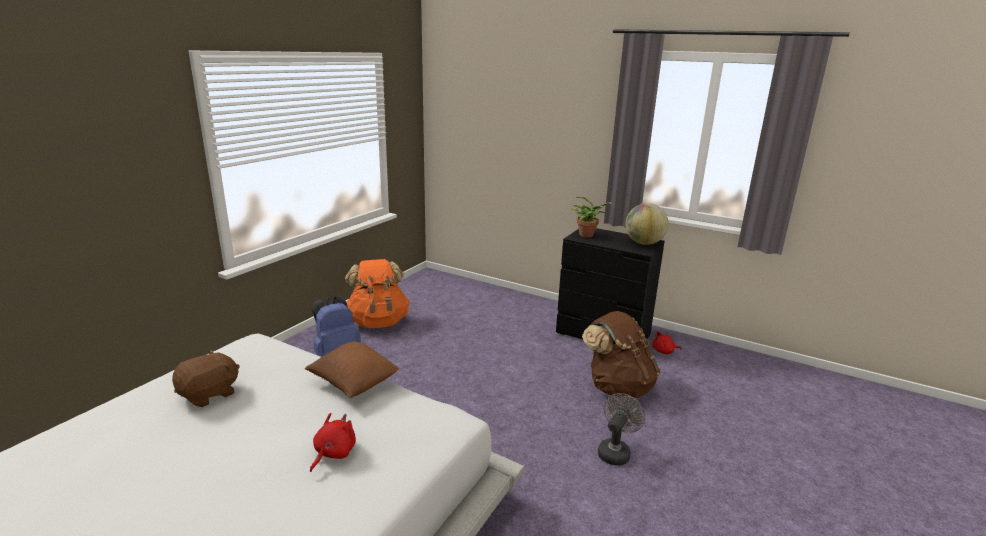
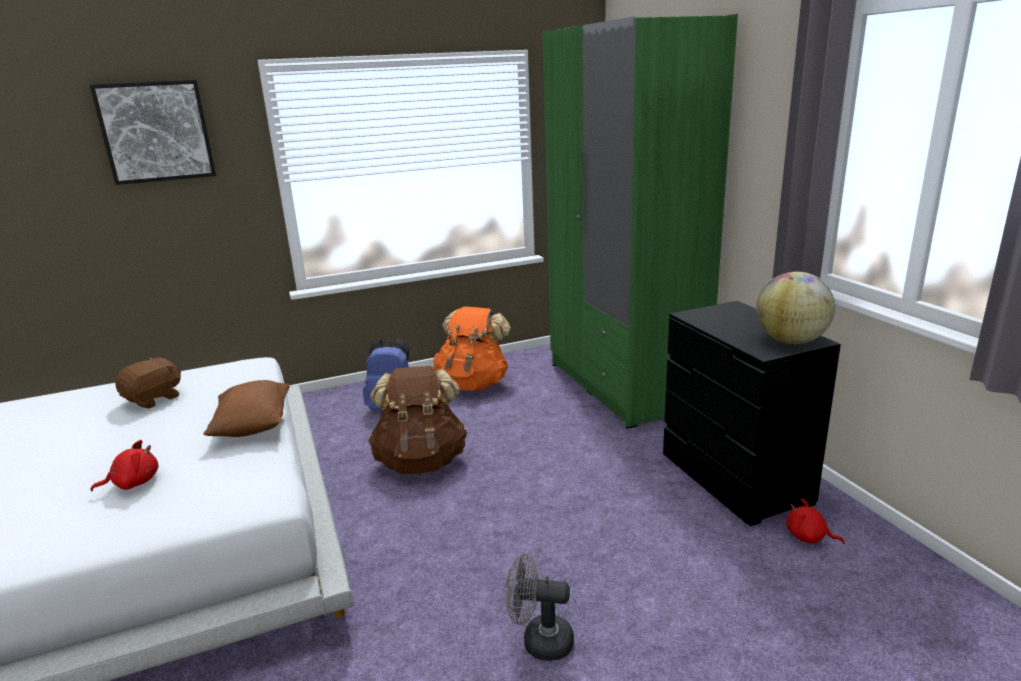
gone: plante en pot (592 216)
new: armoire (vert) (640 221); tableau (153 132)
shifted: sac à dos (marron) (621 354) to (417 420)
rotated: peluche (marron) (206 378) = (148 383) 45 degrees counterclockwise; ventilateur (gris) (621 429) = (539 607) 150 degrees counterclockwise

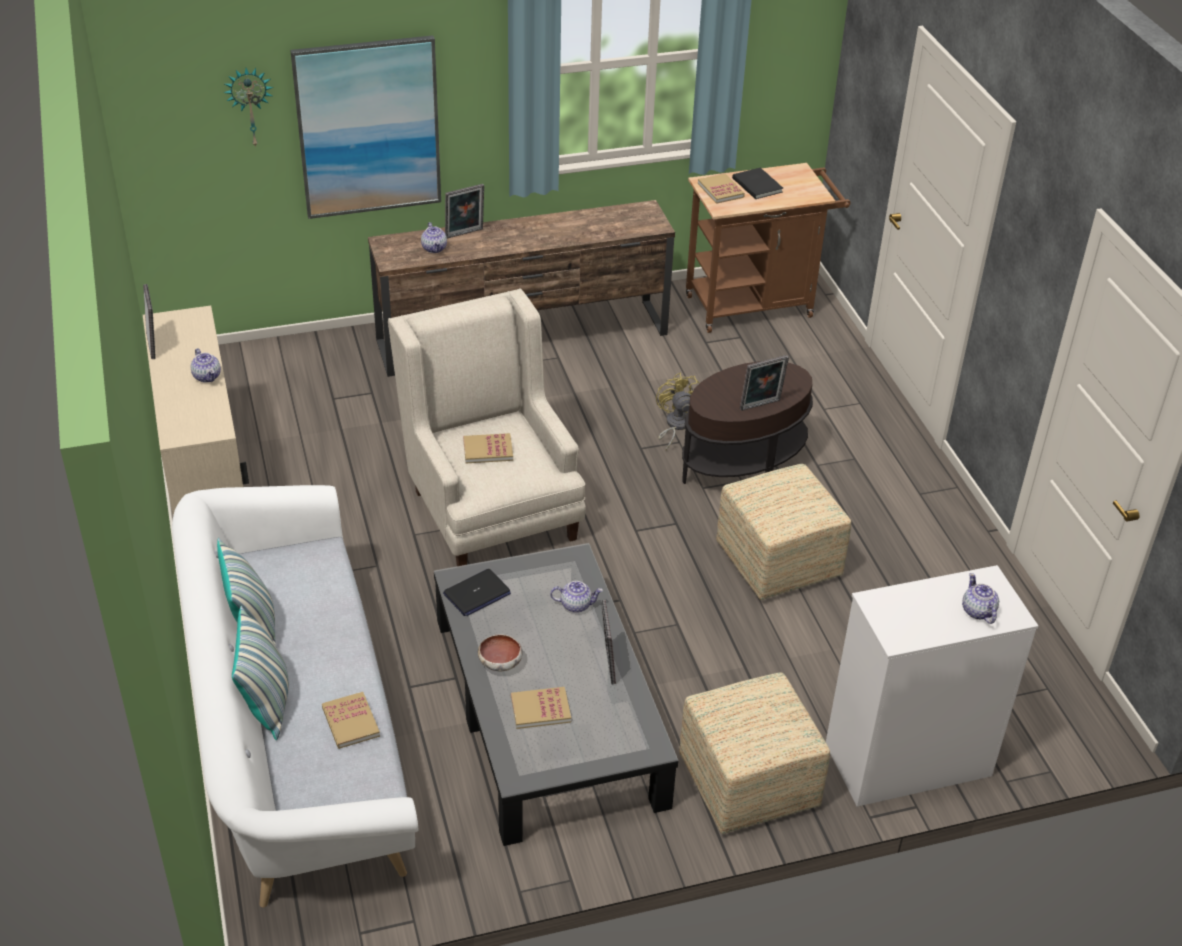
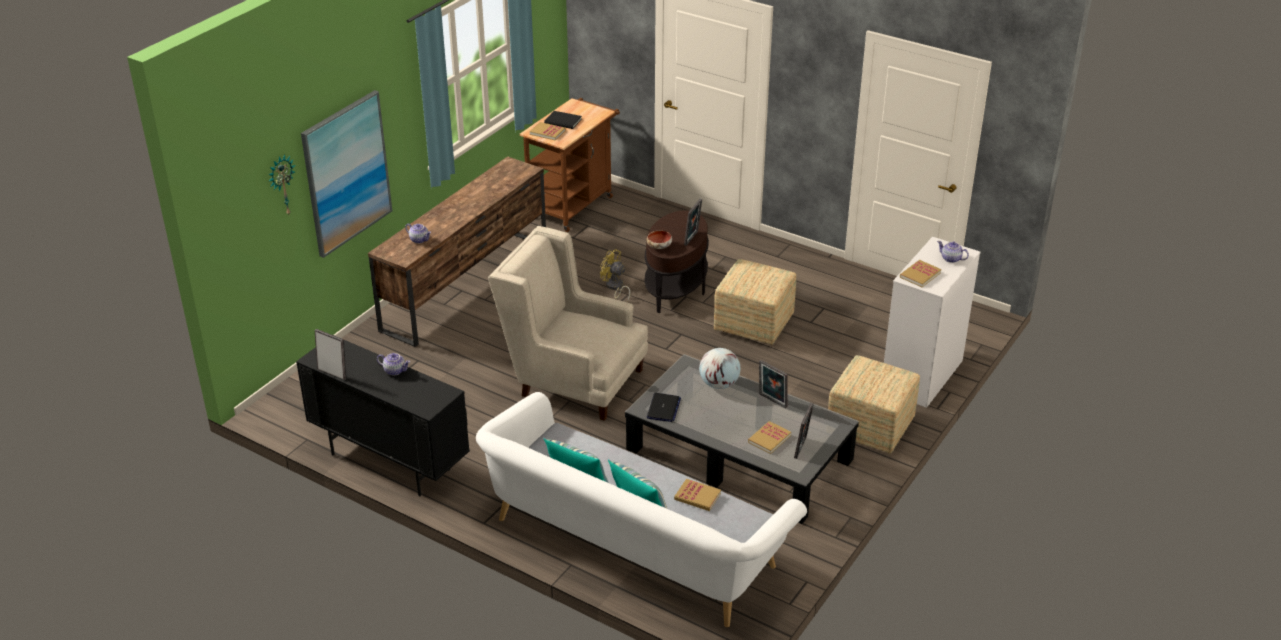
shifted: cadre photo (464 211) to (804 431); livre (488 448) to (920 273); bol (500 652) to (659 240)
swapped: théière (576 597) to globe (719 368)
repainted: meuble de rangement (beige) (196 410) to meuble de rangement (noir) (383 416)

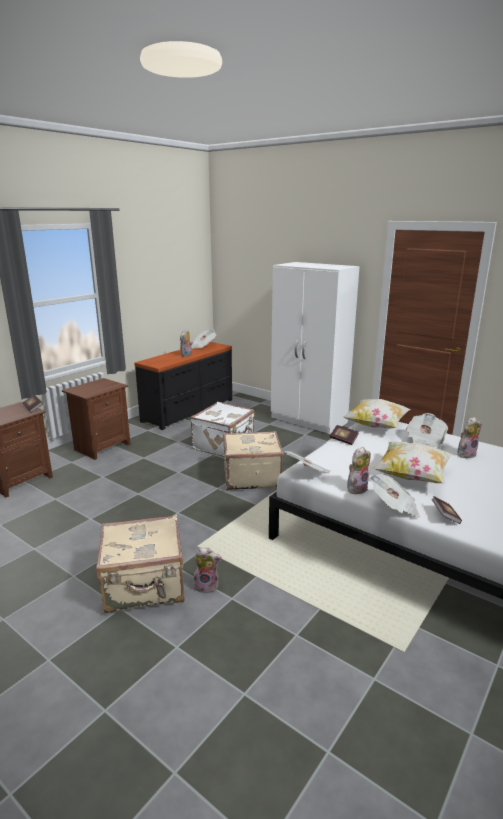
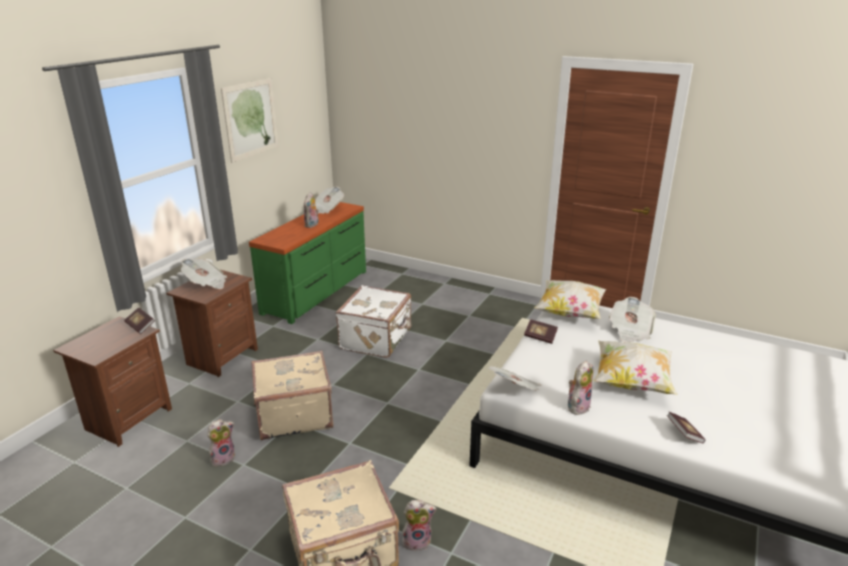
gone: armoire (blanc) (315 348)
new: tableau (250 120)
shifted: peluche (469 437) to (221 443); valise (beige) (253 461) to (292 395); journal (394 496) to (204 273)
repainted: commode (noir) (183 386) to commode (vert) (307 263)

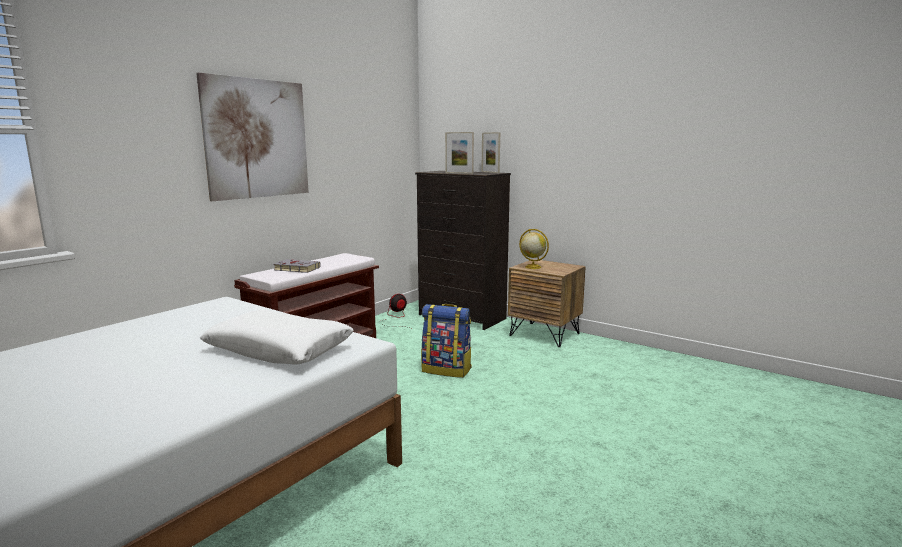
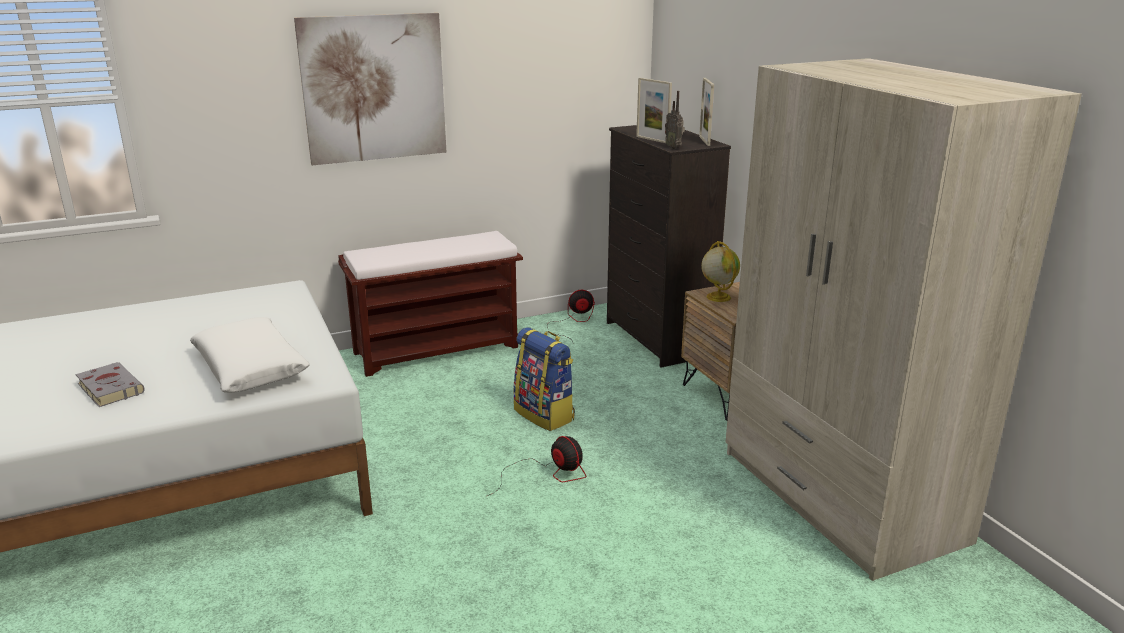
new: armoire (beige) (904 319); radio (675 120); ventilateur (537 466)
shifted: livre (gris) (297 266) to (109 384)

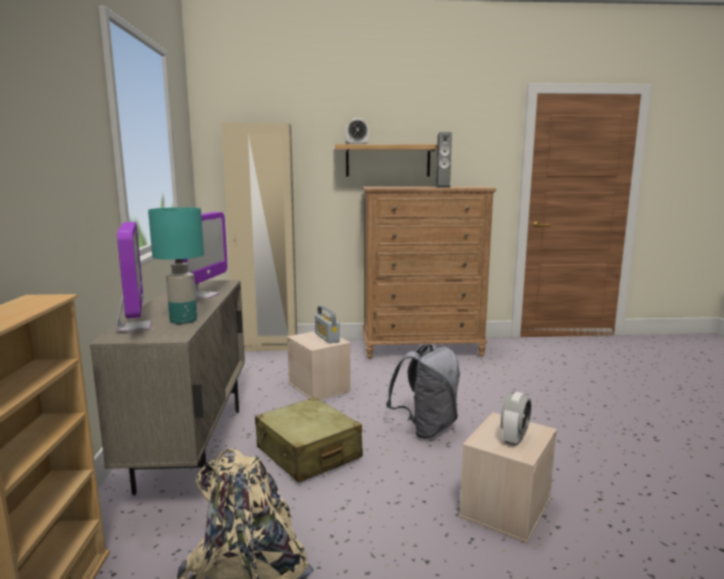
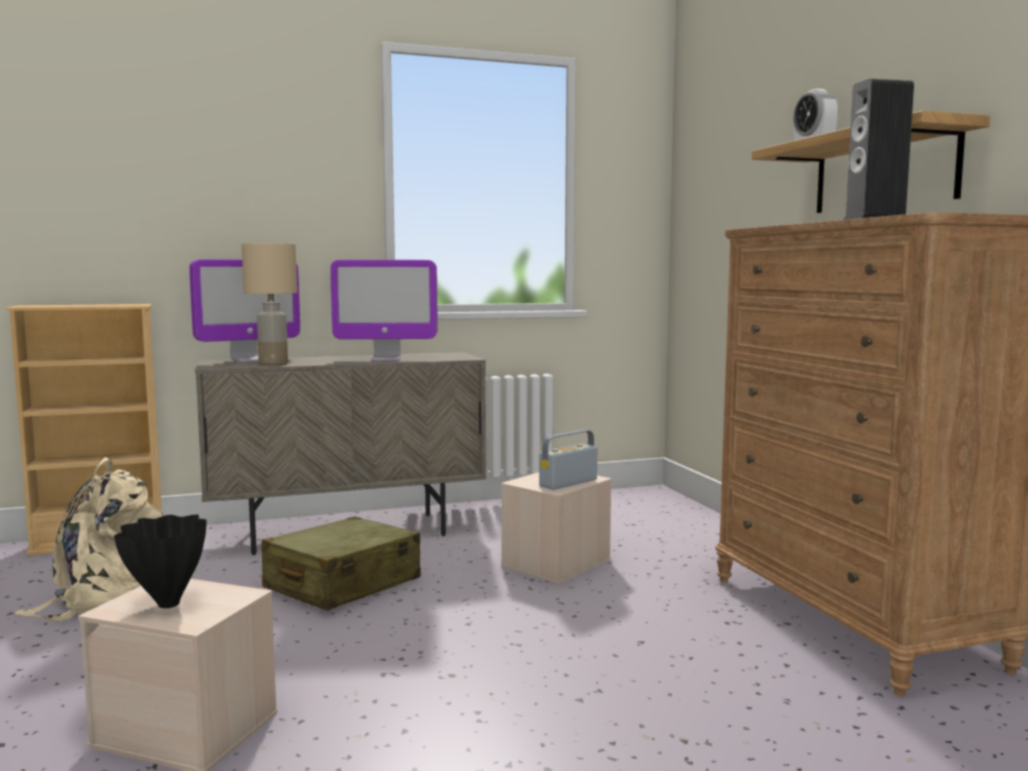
gone: armoire (beige) (259 237); sac à dos (gris) (423 391)
swapped: réveil (516 419) to vase (noir) (160 561)
repainted: lampe de table (turquoise) (176 265) to lampe de table (beige) (269 304)

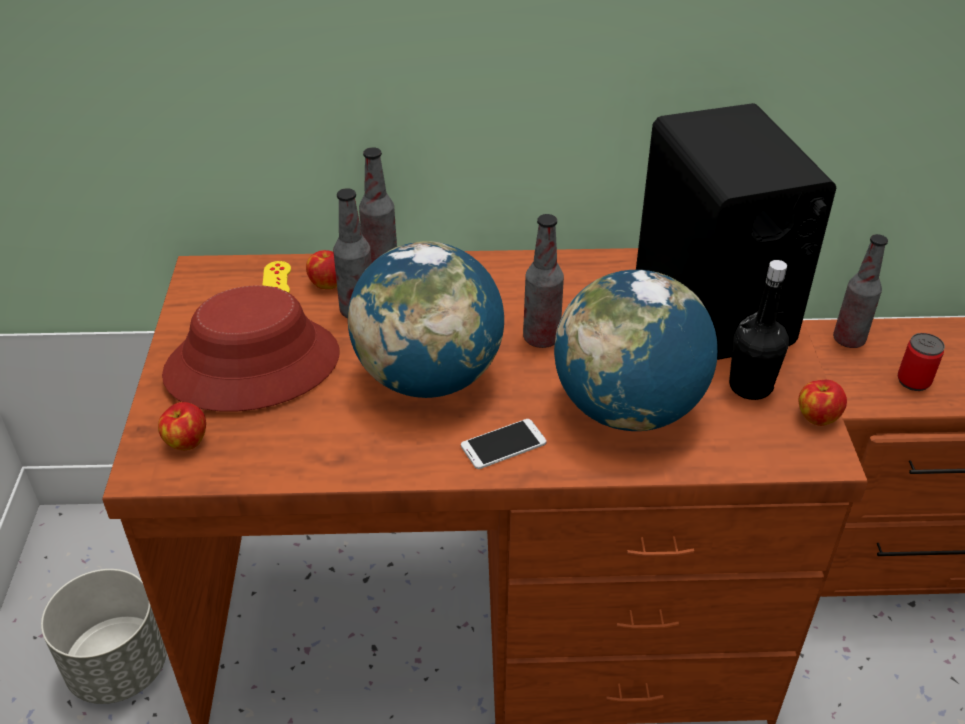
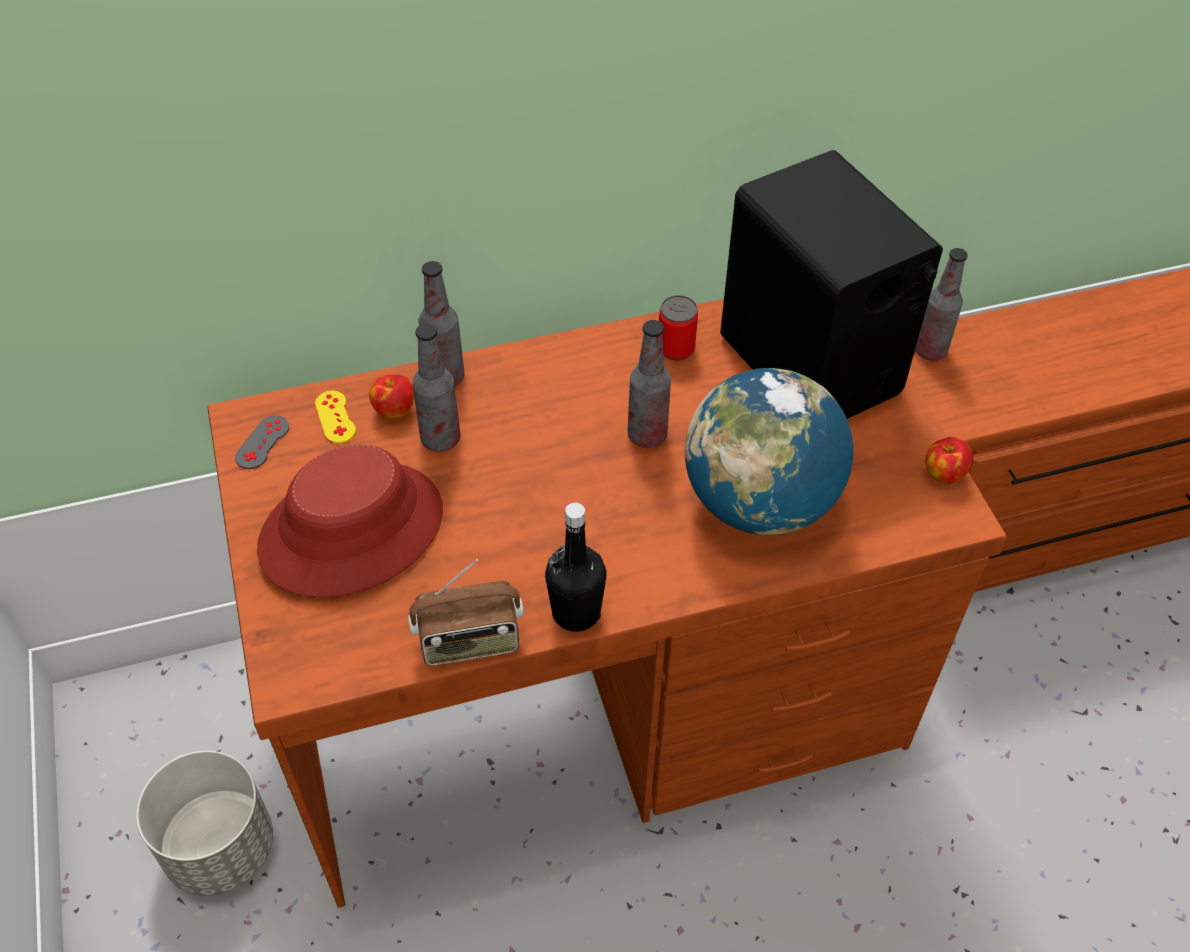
gone: globe (426 319); pomme (182 426); téléphone (504 444)
new: manette (gris) (262 442); radio (466 612)
shifted: bouteille (noir) (759 330) to (576 567); boîte métallique (921 362) to (678 328)

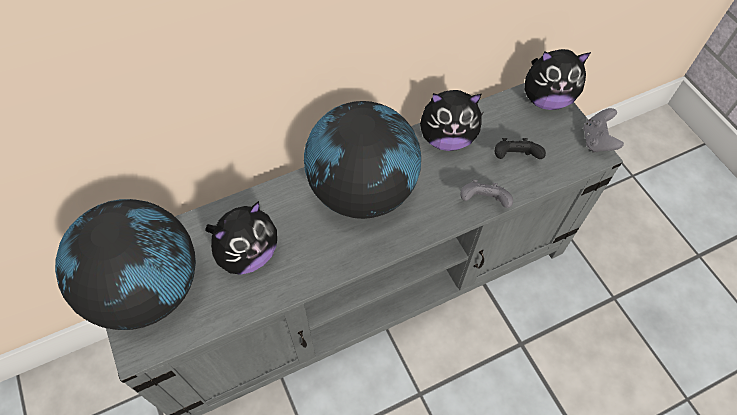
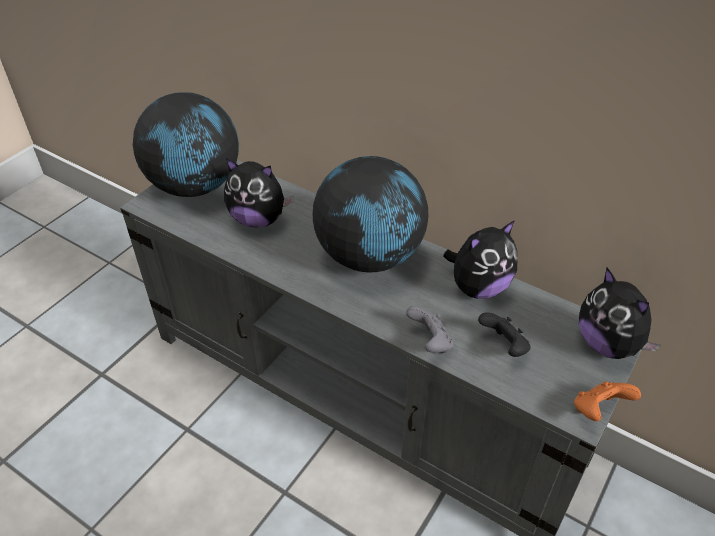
repainted: manette (gris) (603 130) to manette (orange) (607 401)
rotated: peluche (452 120) = (480 259) 90 degrees counterclockwise

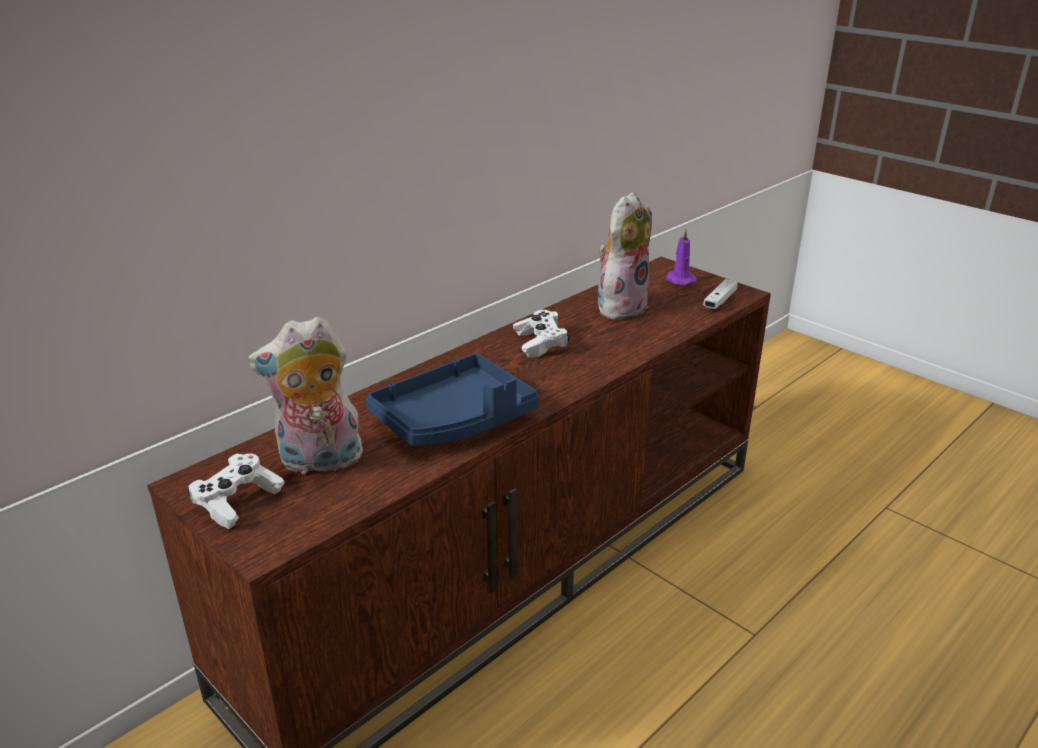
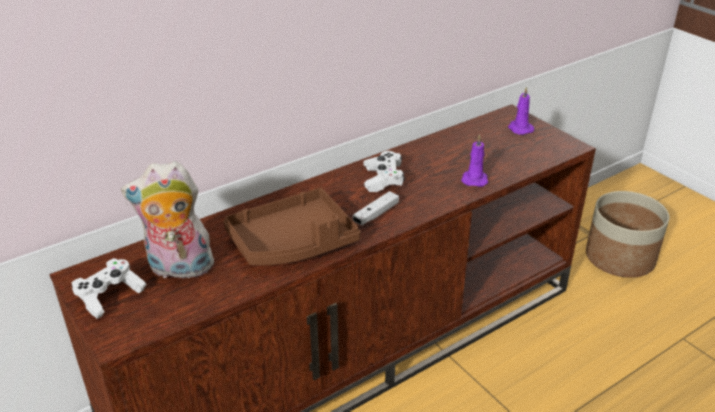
gone: peluche (625 256)
new: bougie (violet) (474 160); cache-pot (627 234)
shifted: manette (blanc) (720 294) to (376 208)
repainted: plateau (bleu) (452 399) to plateau (marron) (292 226)

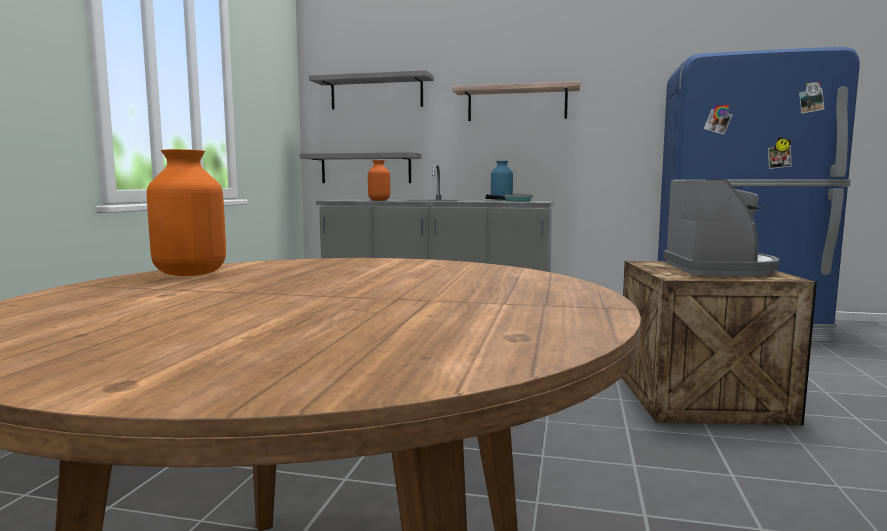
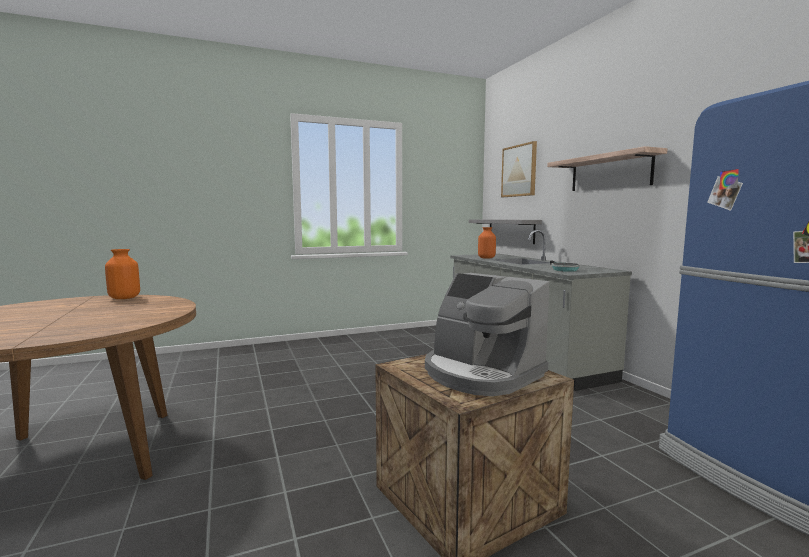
gone: vase (bleu) (502 180)
swapped: étagère (gris) (371 90) to tableau (519 169)
rotated: machine à café (721 228) = (487 334) 75 degrees clockwise

